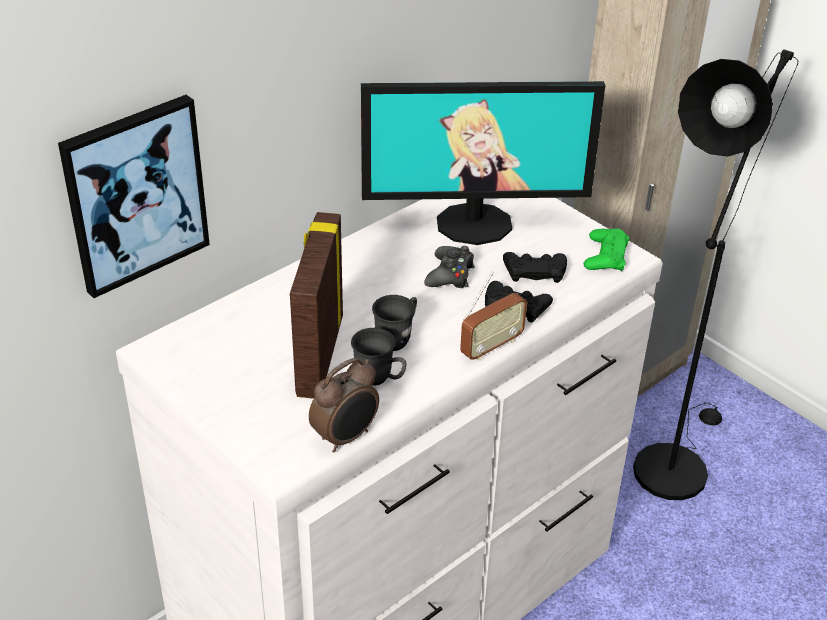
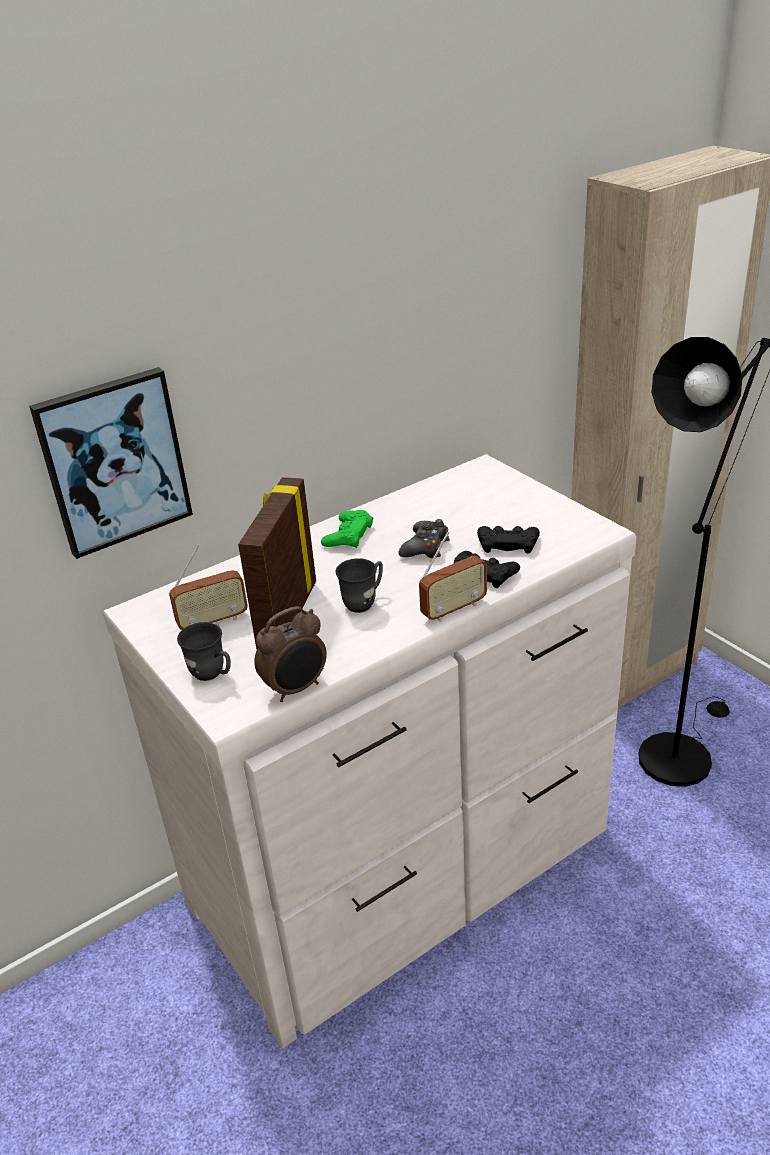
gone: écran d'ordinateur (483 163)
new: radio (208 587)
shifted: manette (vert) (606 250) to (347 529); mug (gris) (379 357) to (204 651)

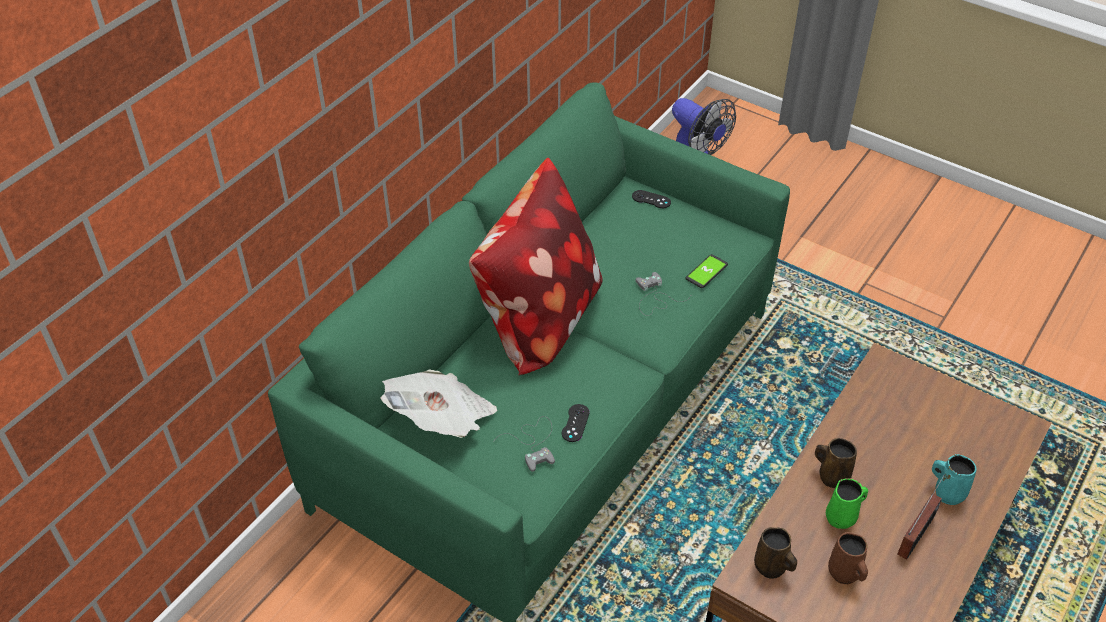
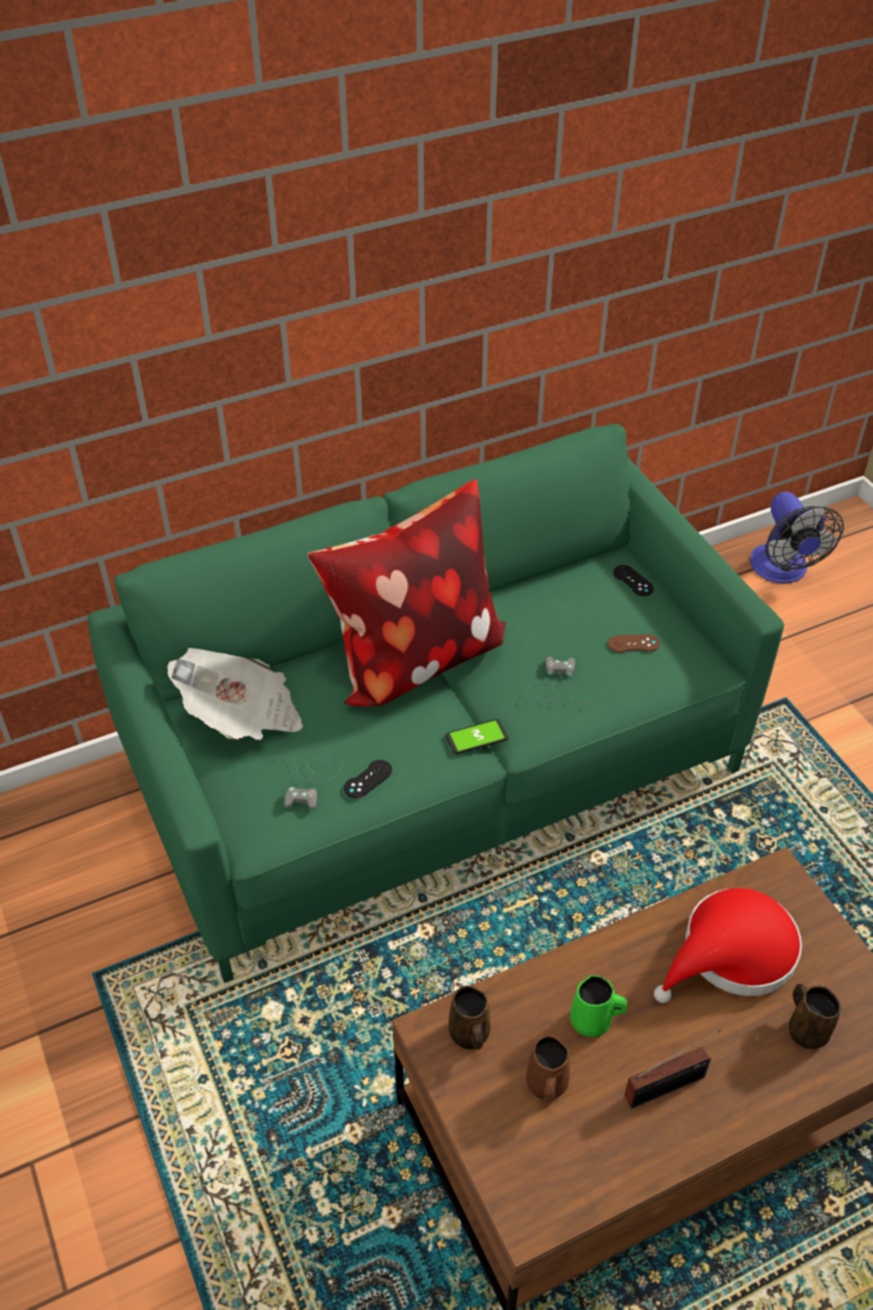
gone: mug (turquoise) (954 479)
new: manette (marron) (633 643); chapeau (rouge) (728 945)
shifted: téléphone (706 271) to (476 736); mug (marron) (836 463) to (815 1016)

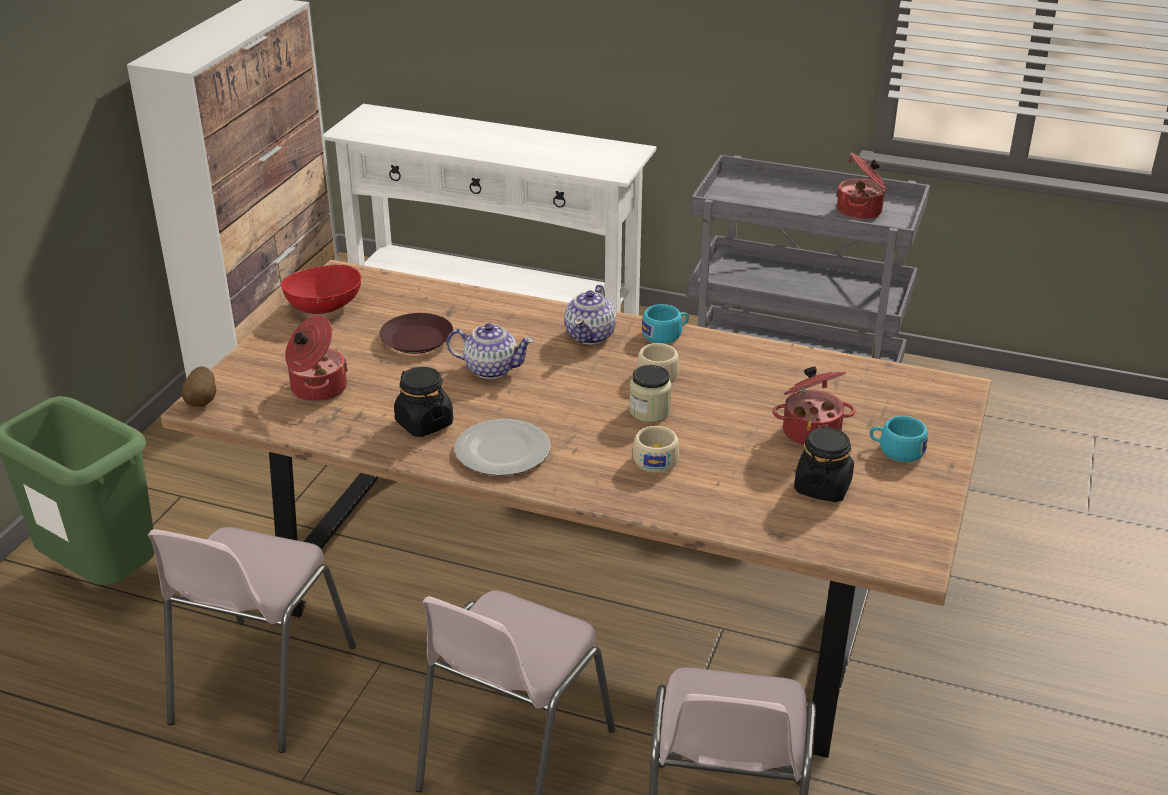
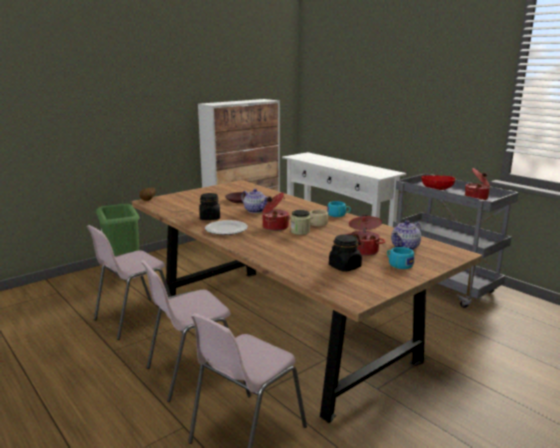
gone: tasse (beige) (656 449)
shifted: bol (rouge) (321 289) to (438 182); théière (590 314) to (406 235); marmite (316 359) to (276 211)

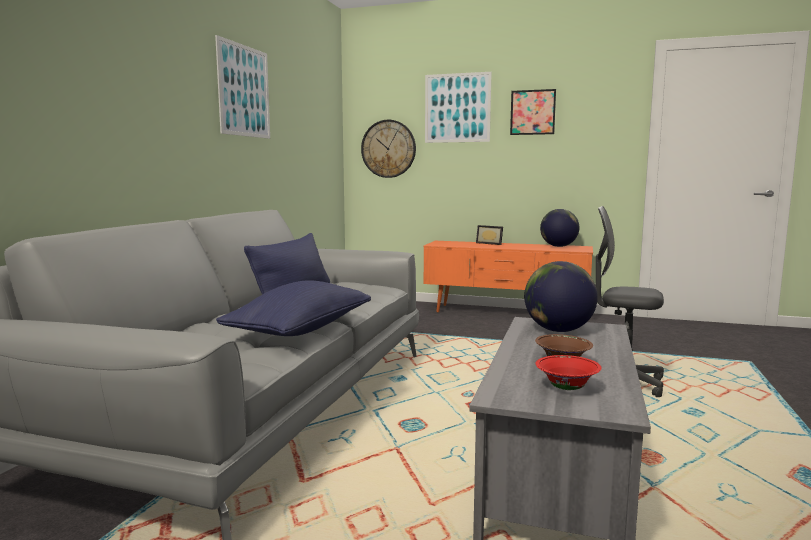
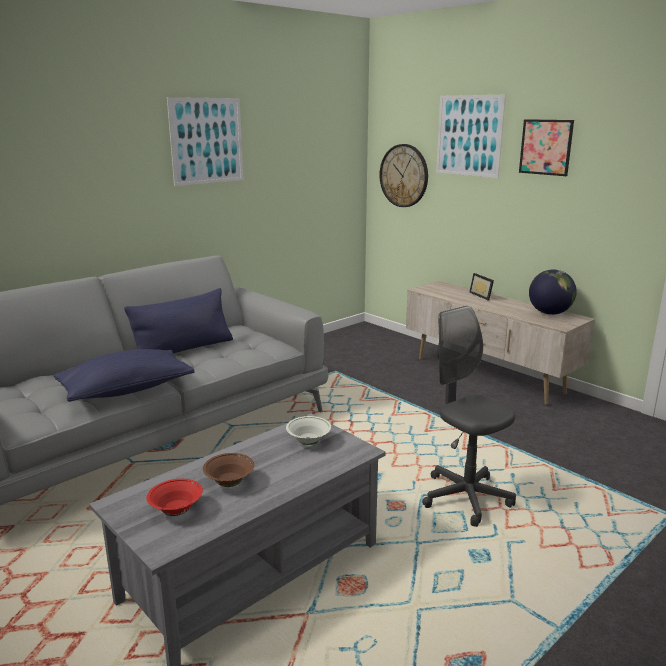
swapped: globe (561 296) to bol (blanc) (308 430)
repainted: meuble télé (orange) (508 276) to meuble télé (beige) (500 343)

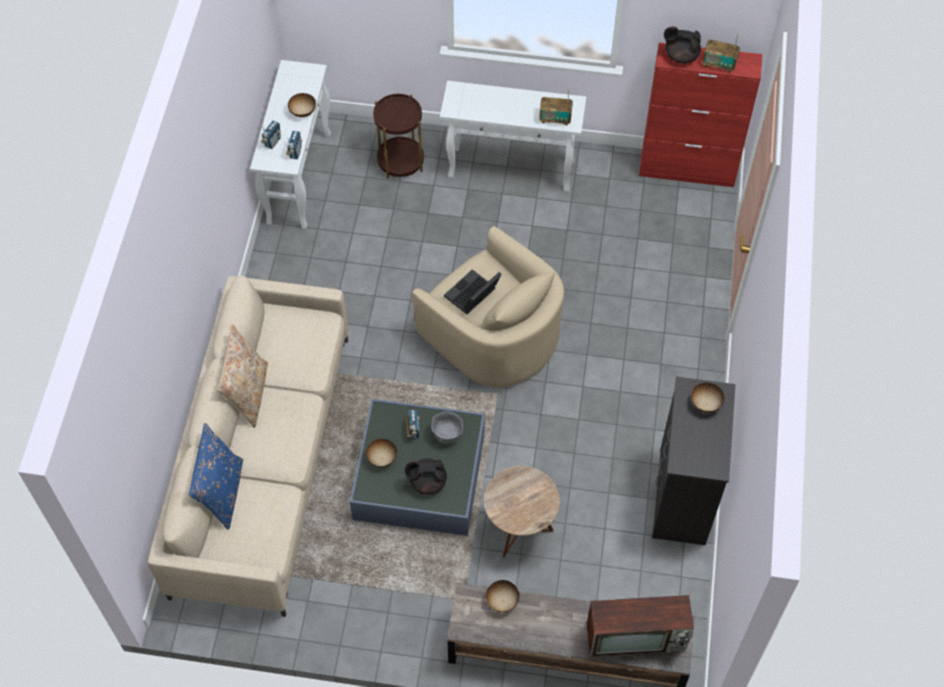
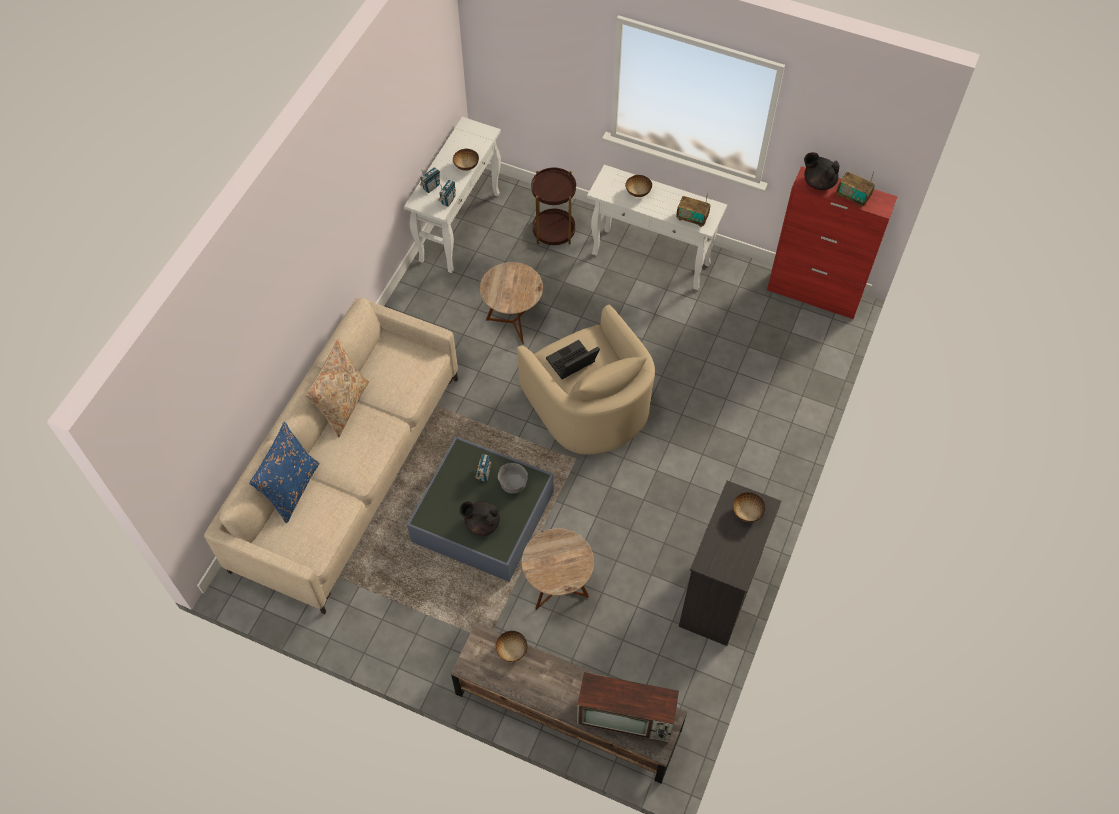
new: table d'appoint (marron) (511 303)
shifted: bol (381 453) to (638 186)

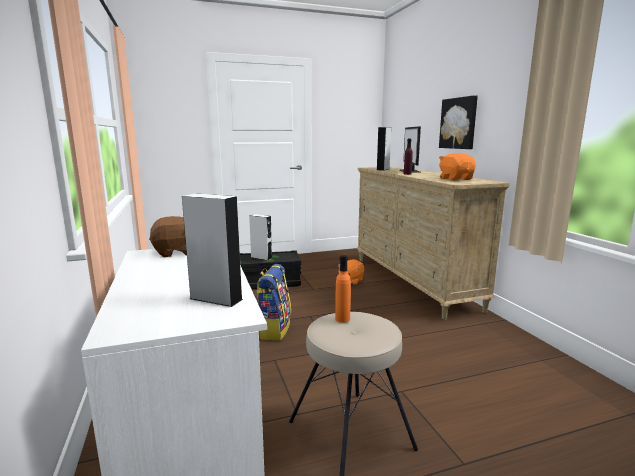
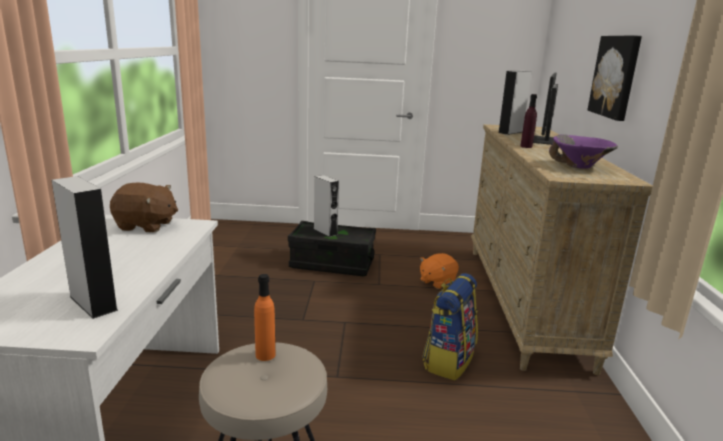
shifted: sac à dos (273 302) to (450 327)
swapped: peluche (orange) (457 166) to bol (violet) (583 151)

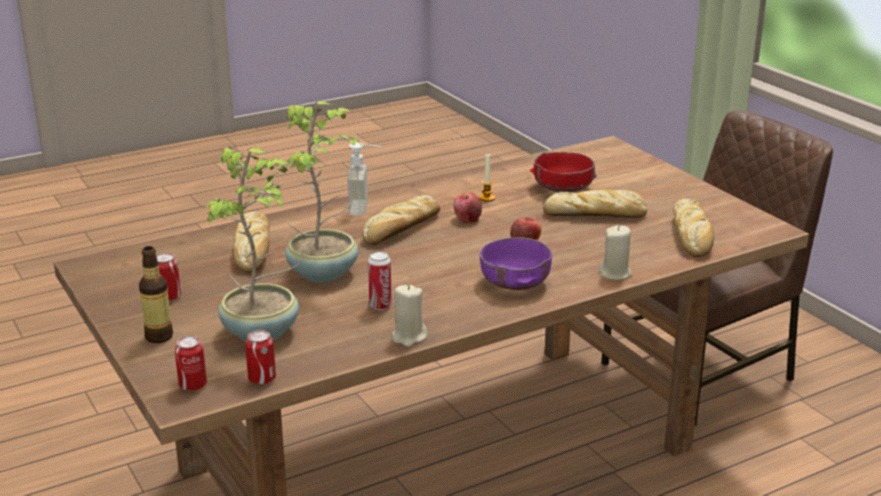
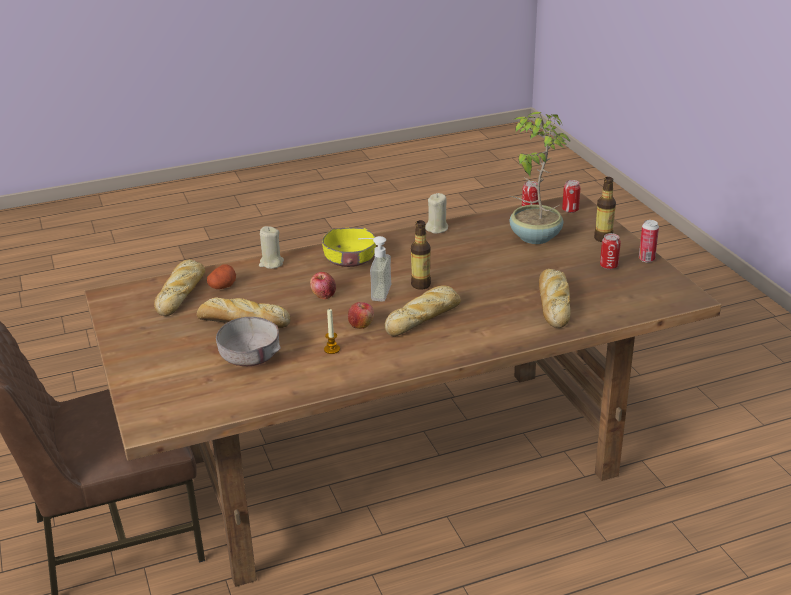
gone: plante en pot (324 192)
new: bouteille (421 255); pomme de terre (221 276)
shifted: distributeur de savon (364 178) to (374 269); boîte métallique (380 281) to (649 241)
repainted: bol (rouge) (563 172) to bol (gris) (248 341); bol (violet) (516 263) to bol (jaune) (349 247)

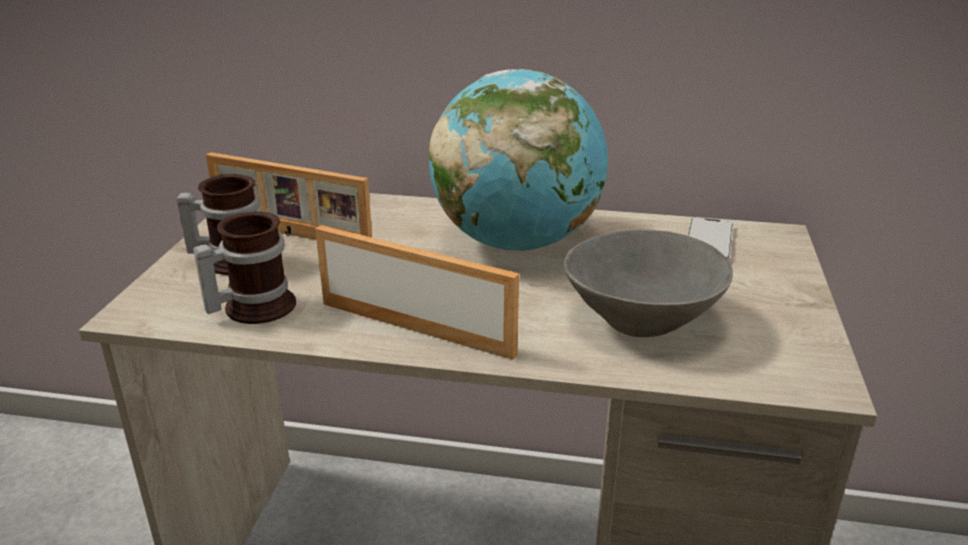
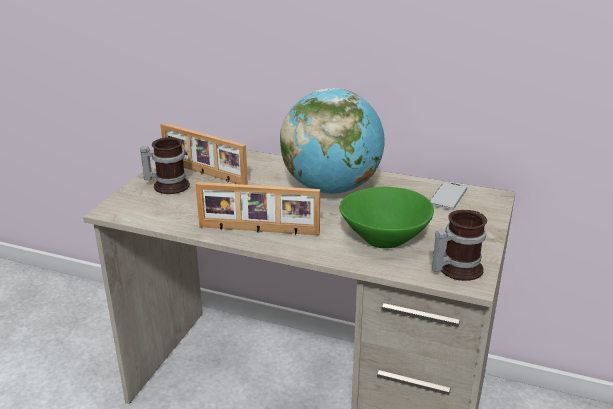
shifted: mug (244 268) to (459 245)
repainted: bol (gris) (648 283) to bol (vert) (386 217)
rotated: cadre photo (417 292) = (258 208) 150 degrees clockwise

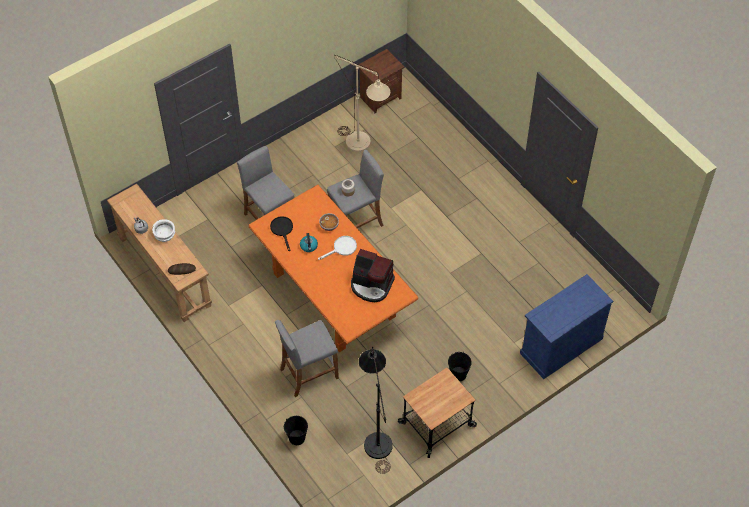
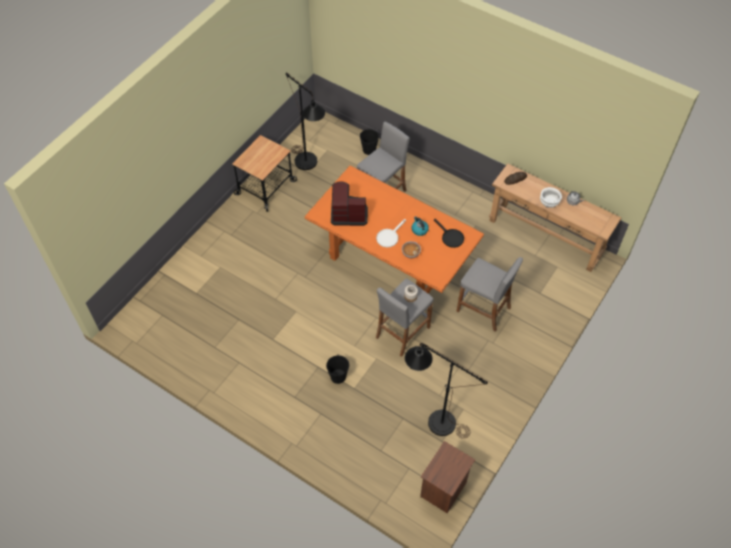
gone: meuble de rangement (bleu) (566 326)
shifted: seau (noir) (460 366) to (337 369)
repainted: lampadaire (beige) (362 103) to lampadaire (noir) (446 391)

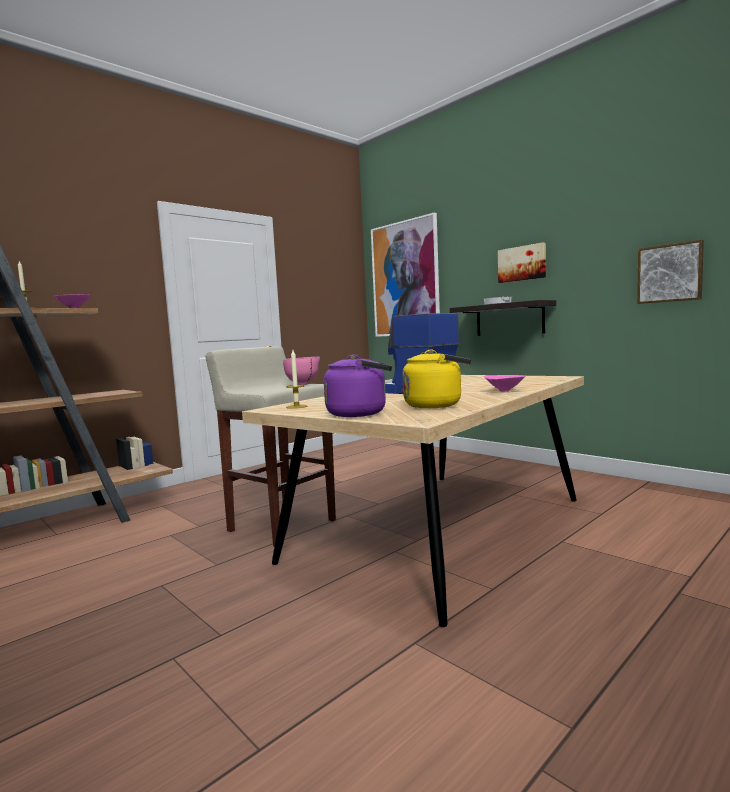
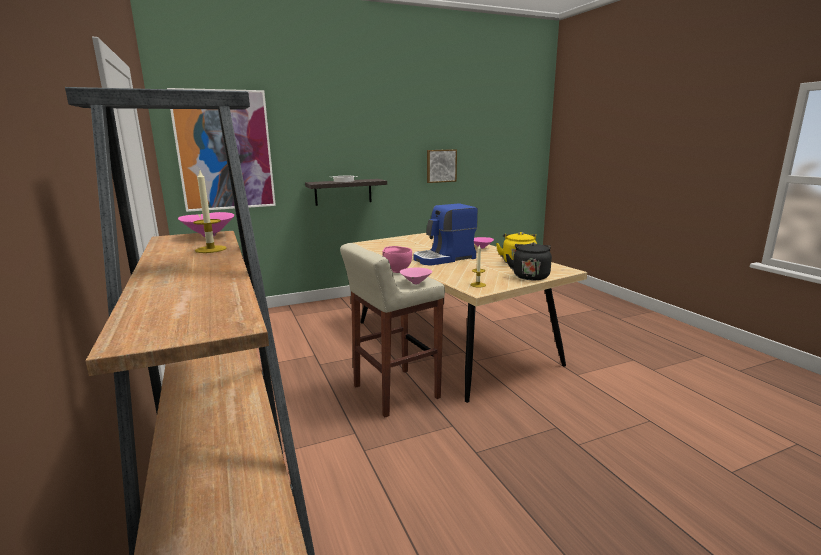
gone: tableau (522 262)
new: bol (rose) (416 276)
repainted: bouilloire (violet) (358 385) to bouilloire (noir) (529 261)

